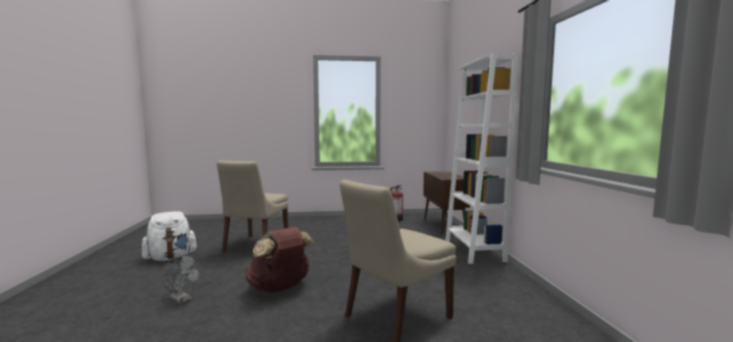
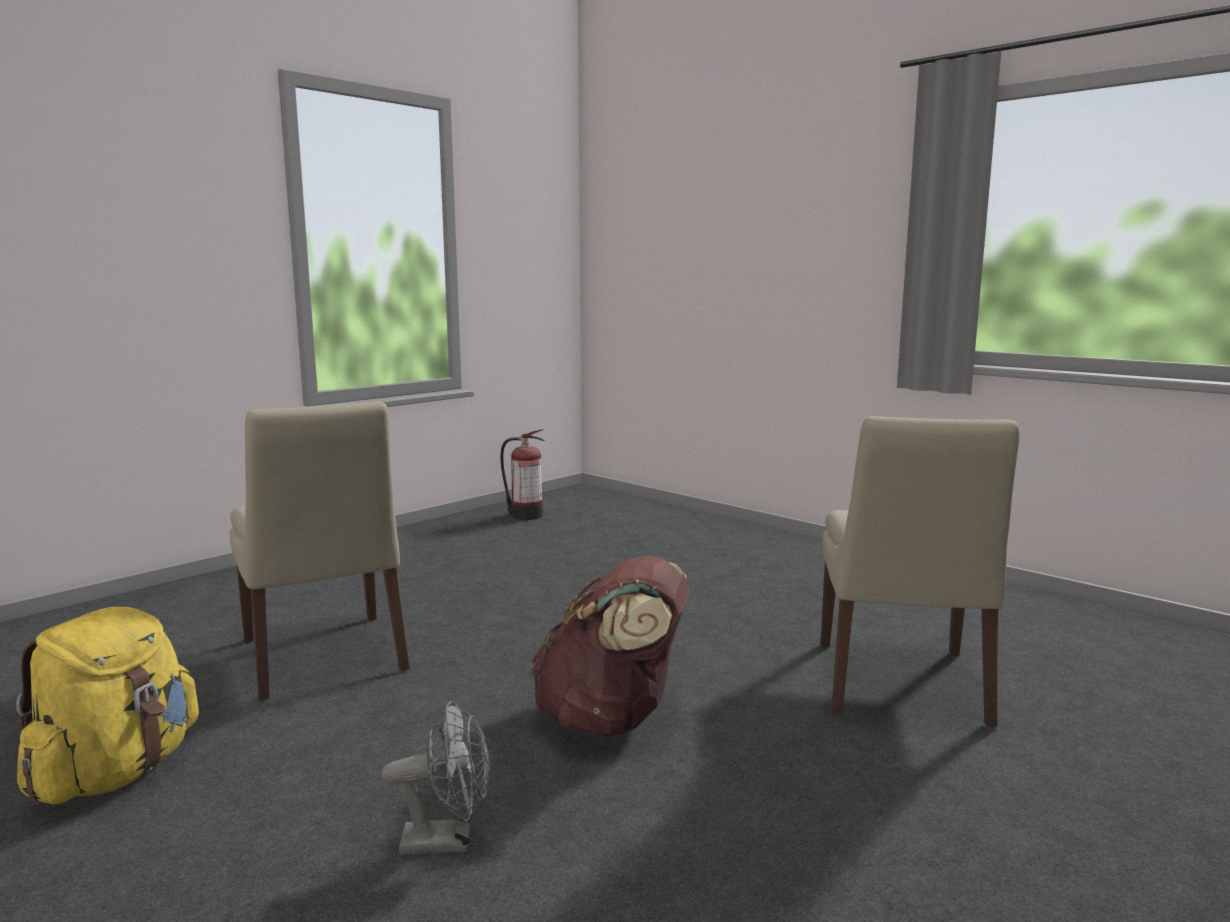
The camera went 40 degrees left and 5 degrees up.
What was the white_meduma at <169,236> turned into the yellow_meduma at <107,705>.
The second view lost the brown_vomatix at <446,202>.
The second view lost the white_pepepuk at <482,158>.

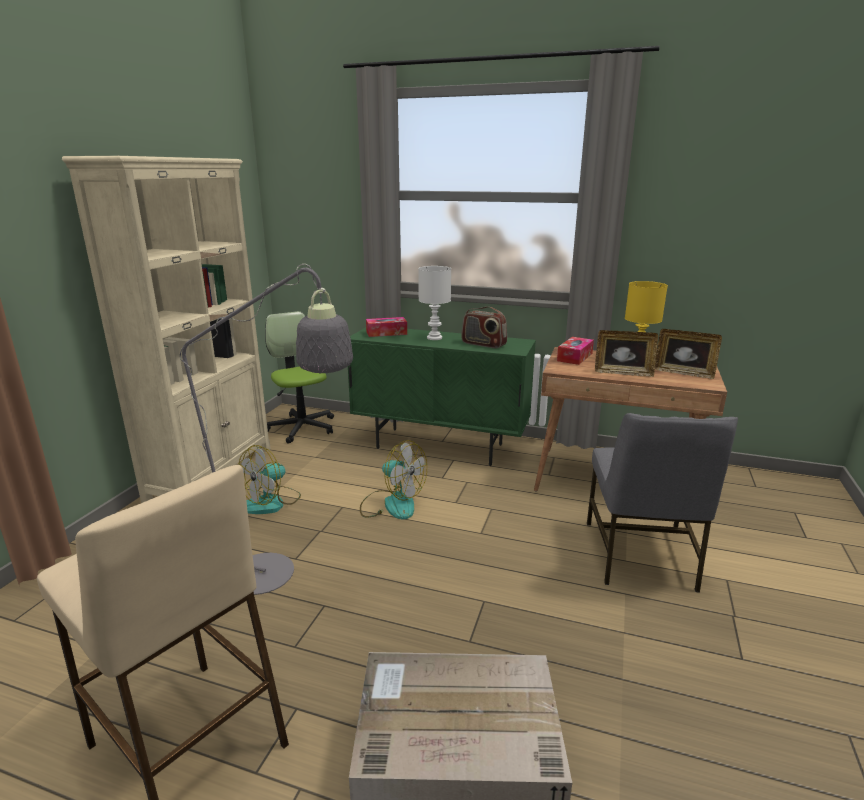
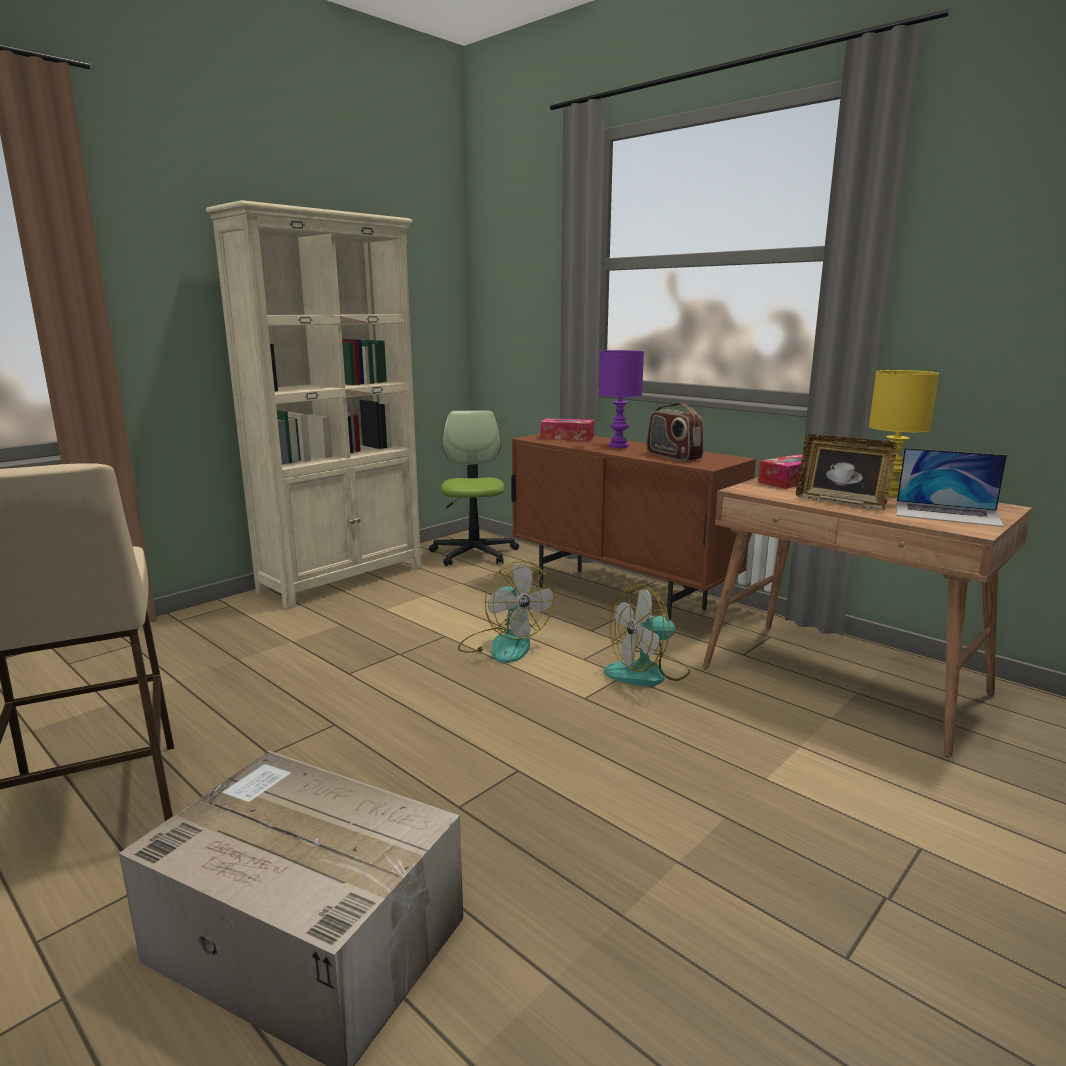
The camera went 25 degrees right and 5 degrees down.
The second view lost the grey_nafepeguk at <266,429>.
The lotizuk ended up elsewhere, having gone from <269,479> to <647,635>.
What was the green_vomatix at <442,396> turned into the brown_vomatix at <633,527>.
What was the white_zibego at <434,303> turned into the purple_zibego at <621,399>.
The second view lost the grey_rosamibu at <662,503>.
Where the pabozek stood at <688,354>, the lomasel came to stand at <951,487>.

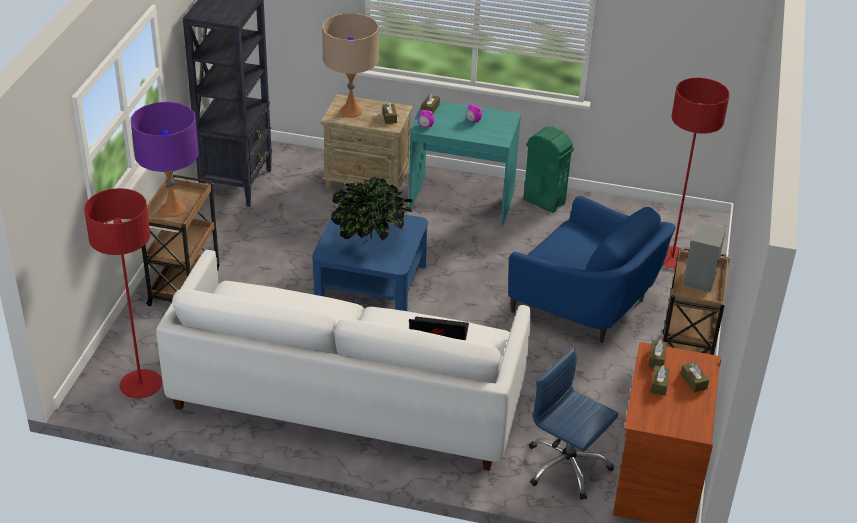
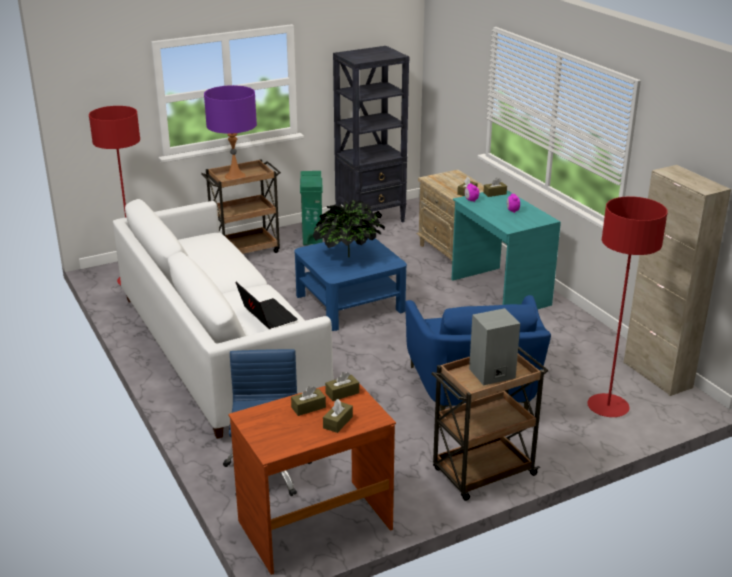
The camera went 50 degrees right and 10 degrees down.
The second view lost the beige_zibego at <350,65>.
The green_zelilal ended up elsewhere, having gone from <549,169> to <311,208>.
The second view gained the beige_vomatix at <677,280>.

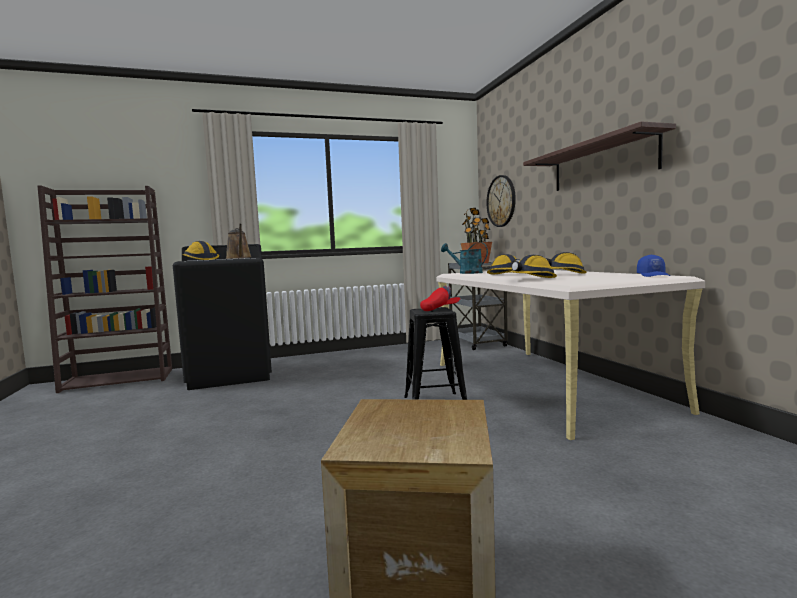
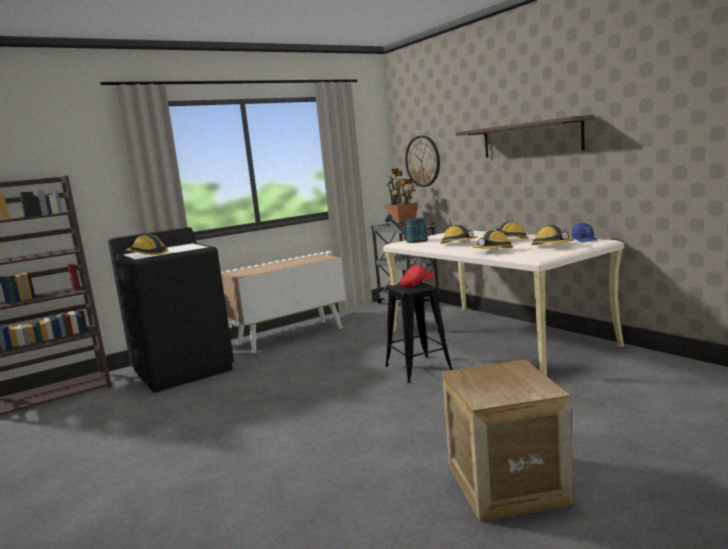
The camera went 15 degrees left and 5 degrees up.
The second view lost the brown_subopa at <238,241>.
The second view gained the vomatix at <283,303>.
The second view gained the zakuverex at <552,235>.

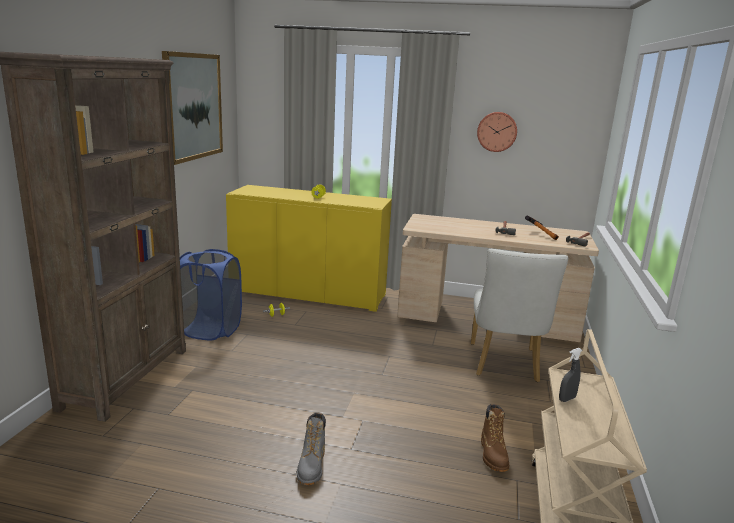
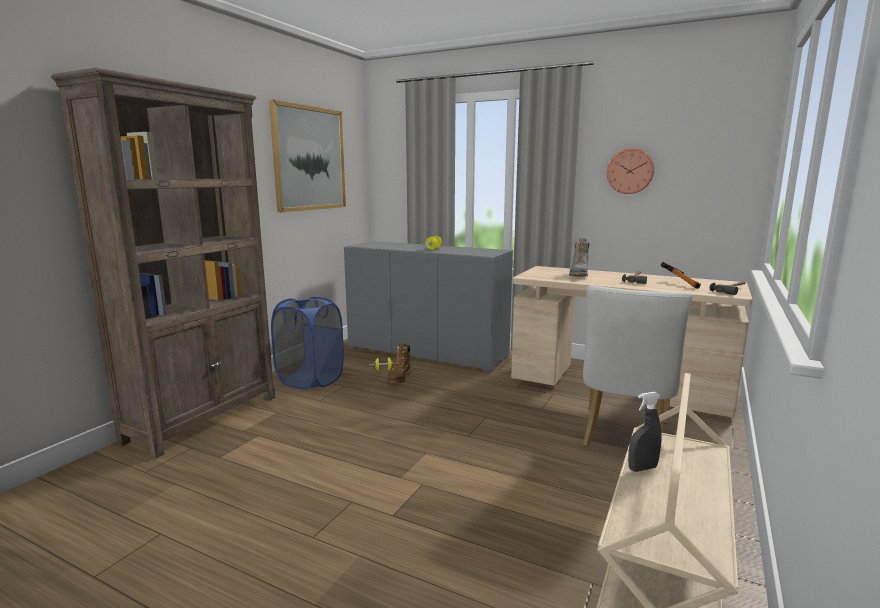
The camera went 15 degrees right and 5 degrees down.
What was the yellow_vomatix at <309,248> turned into the grey_vomatix at <428,306>.
The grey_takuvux ended up elsewhere, having gone from <311,449> to <579,257>.
The brown_takuvux ended up elsewhere, having gone from <495,438> to <399,363>.

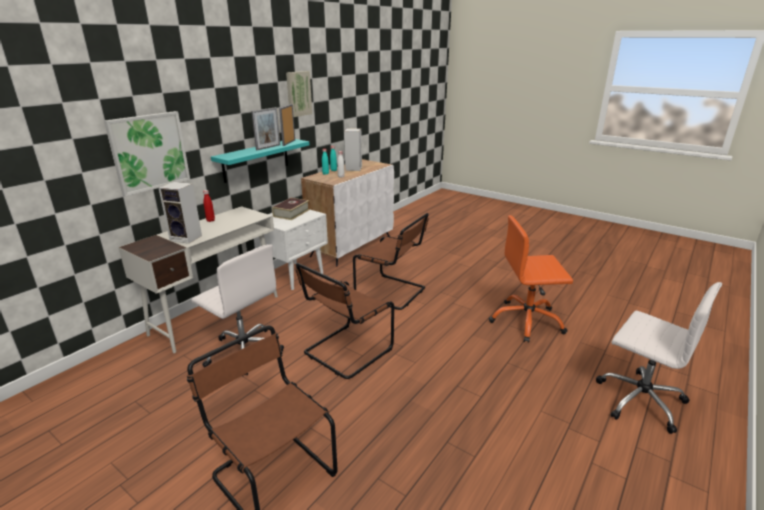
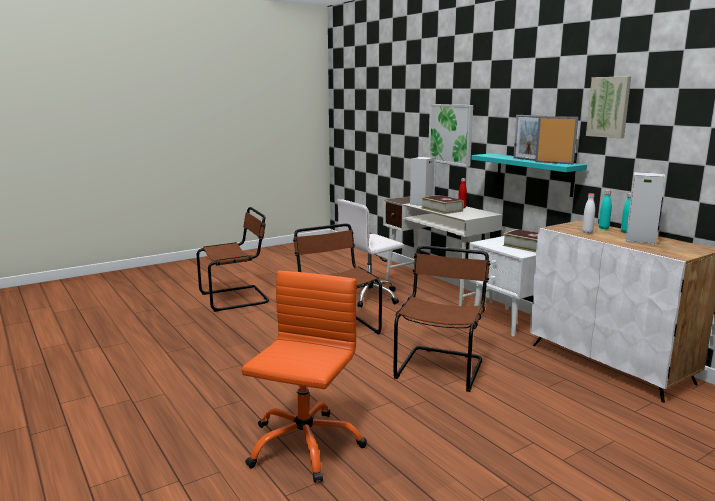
The camera went 110 degrees right and 10 degrees down.
The brown_rosamibu at <391,261> ended up facing another way, 150 degrees clockwise from before.
The second view lost the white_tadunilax at <659,358>.
The second view gained the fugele at <442,204>.

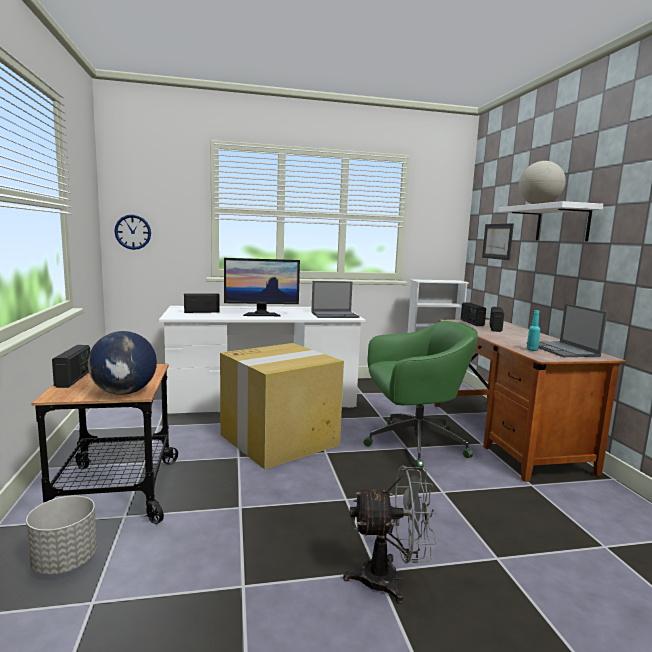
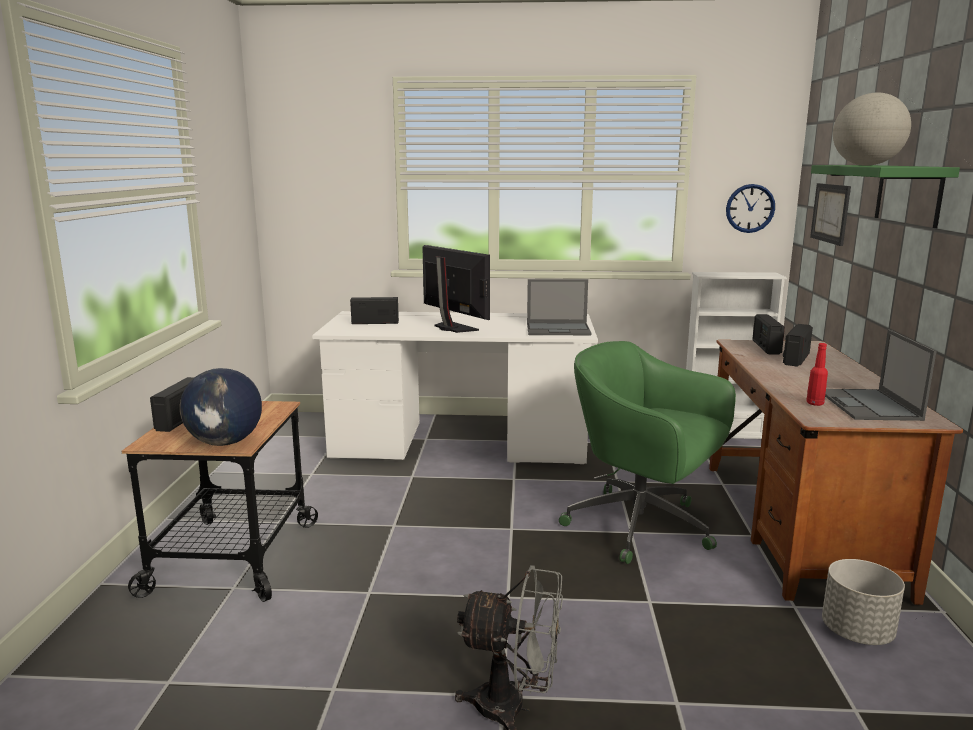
The camera went 15 degrees right and 5 degrees up.
The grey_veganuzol ended up elsewhere, having gone from <61,535> to <863,602>.
The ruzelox ended up elsewhere, having gone from <132,232> to <750,208>.
The second view lost the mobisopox at <282,406>.
The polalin at <262,287> ended up facing another way, 135 degrees counterclockwise from before.
The green_tadunilax at <421,395> ended up facing another way, 150 degrees counterclockwise from before.
What was the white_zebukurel at <550,221> turned into the green_zebukurel at <885,196>.
What was the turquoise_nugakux at <533,330> turned into the red_nugakux at <817,374>.

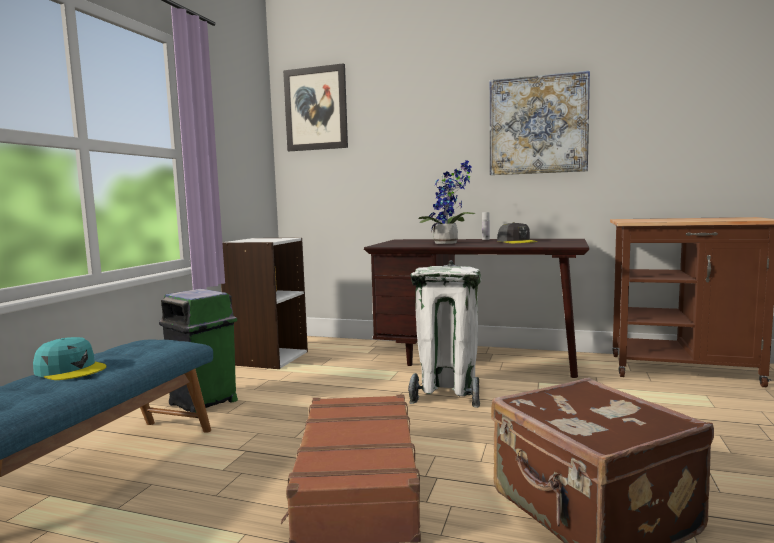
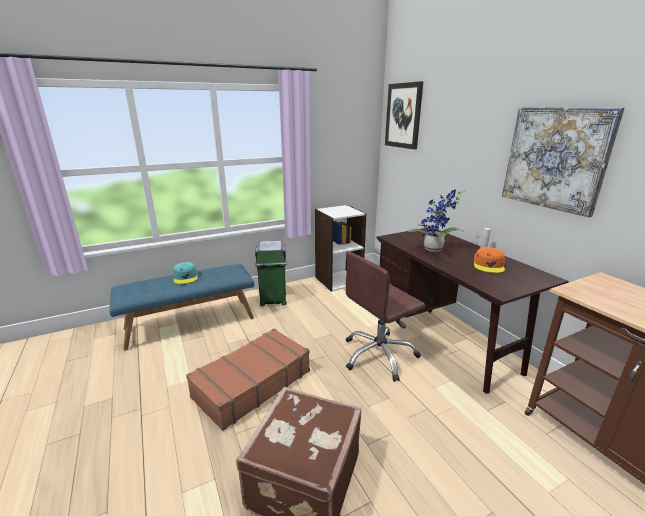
The camera went 45 degrees right and 15 degrees up.
Where the white_zelilal stood at <444,334>, the brown_tadunilax came to stand at <385,316>.
What was the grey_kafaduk at <517,232> turned into the orange_kafaduk at <489,260>.

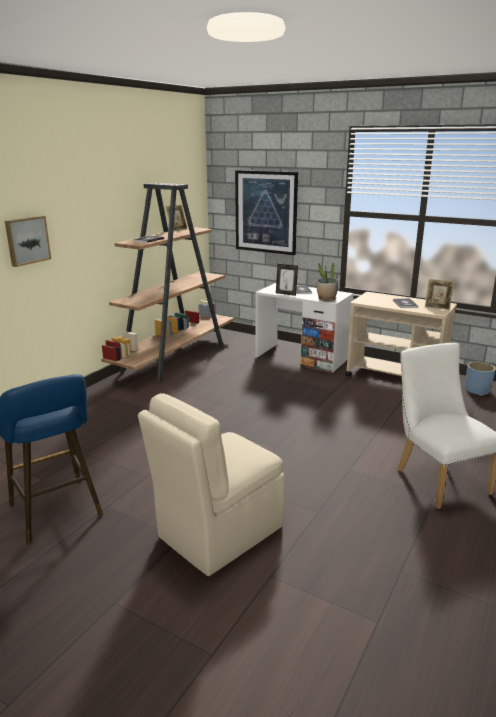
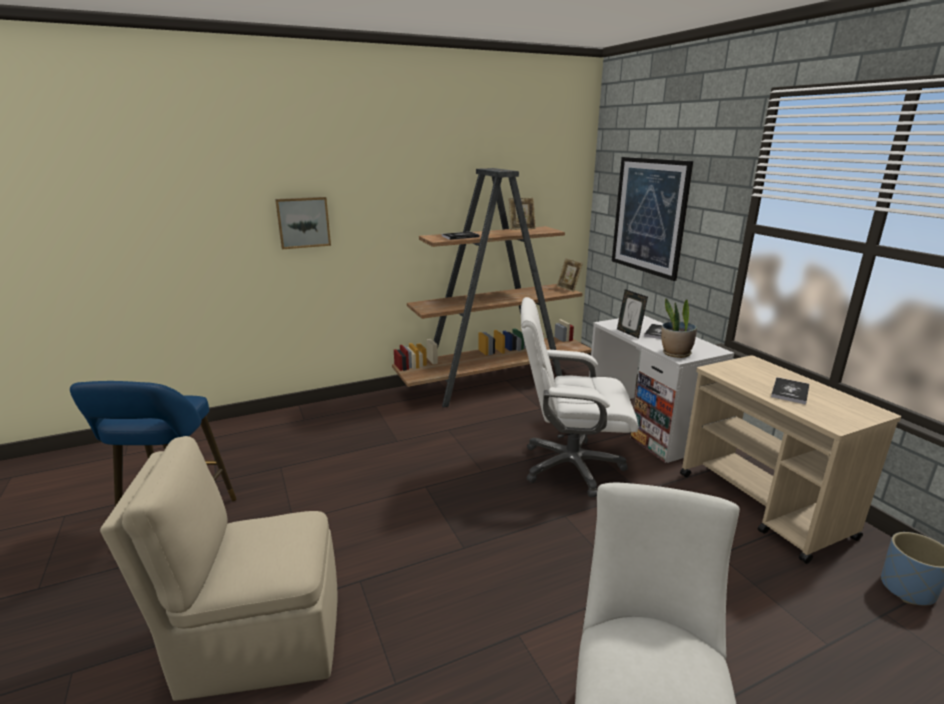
The camera went 35 degrees right and 0 degrees up.
The pabozek ended up elsewhere, having gone from <439,294> to <570,275>.
The second view gained the white_tadunilax at <579,397>.

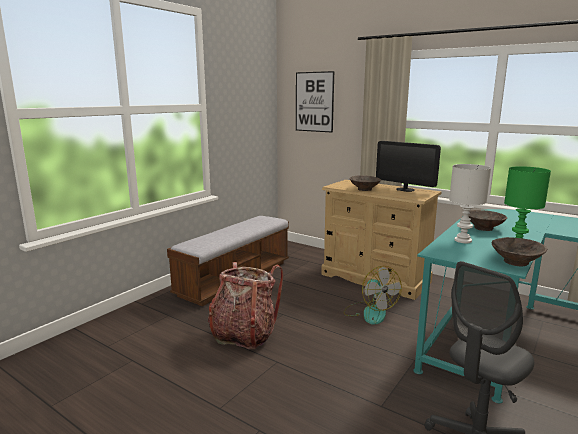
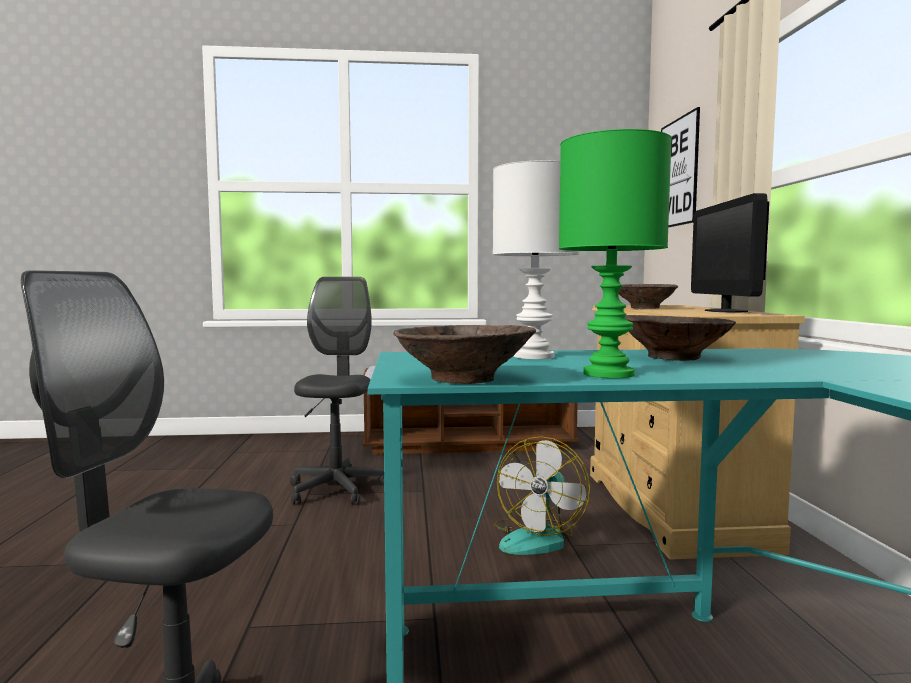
The camera went 50 degrees right and 10 degrees down.
Where the meduma stood at <245,305>, the grey_tadunilax came to stand at <337,391>.

